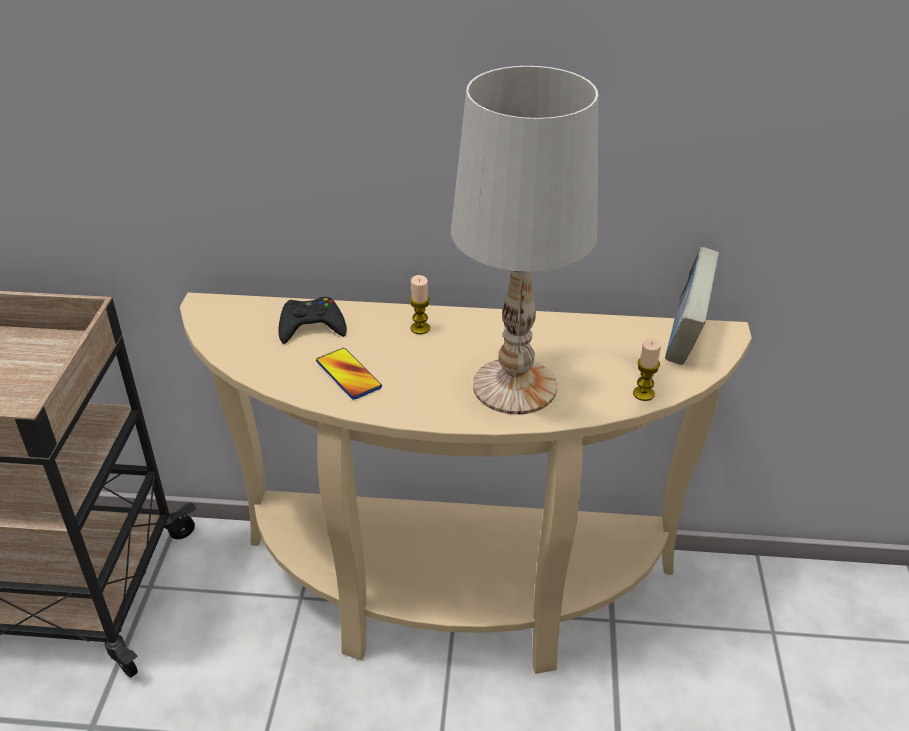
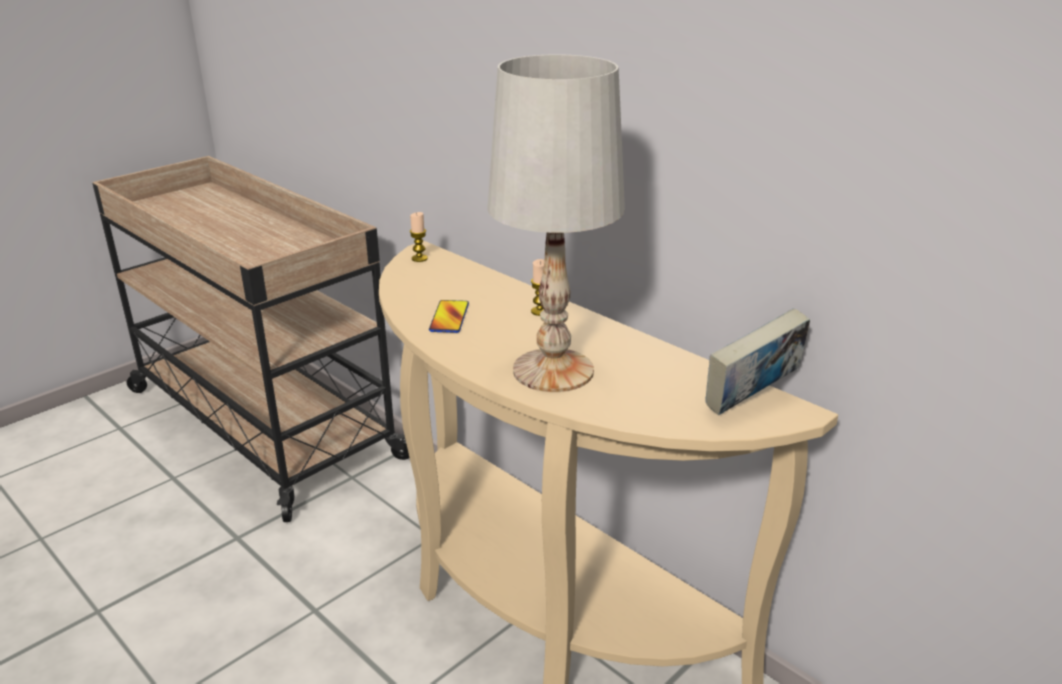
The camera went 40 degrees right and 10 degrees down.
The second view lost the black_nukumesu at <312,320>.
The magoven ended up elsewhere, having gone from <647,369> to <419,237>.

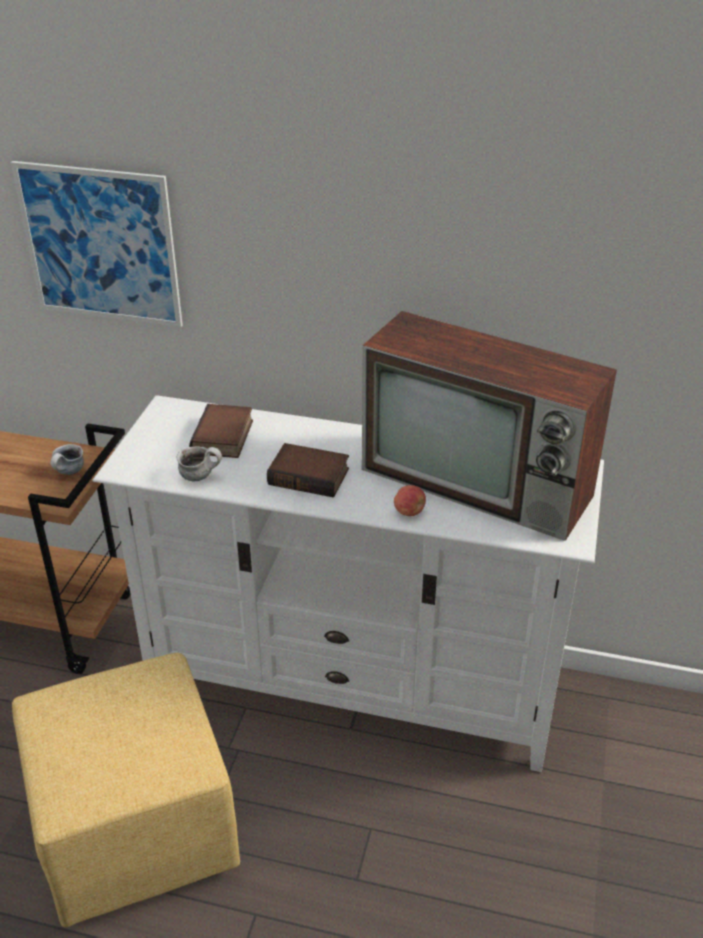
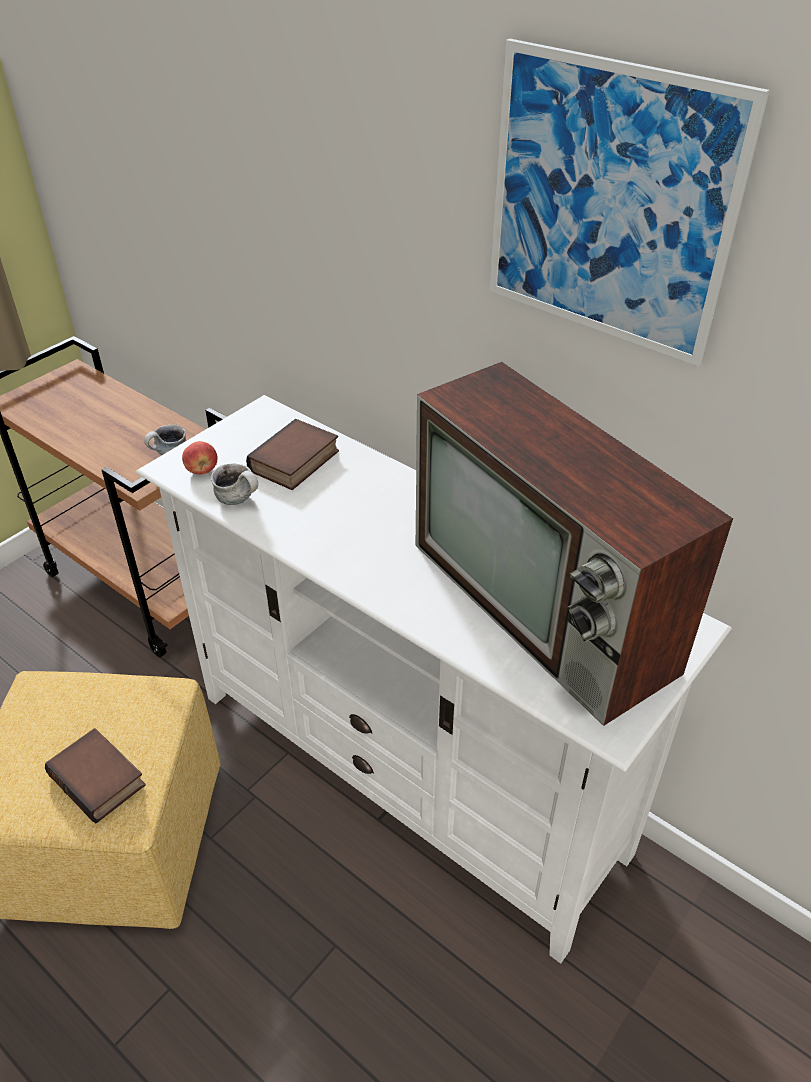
The camera went 25 degrees right and 5 degrees up.
The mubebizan ended up elsewhere, having gone from <97,244> to <629,202>.
The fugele ended up elsewhere, having gone from <308,470> to <95,775>.
The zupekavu ended up elsewhere, having gone from <410,500> to <199,458>.

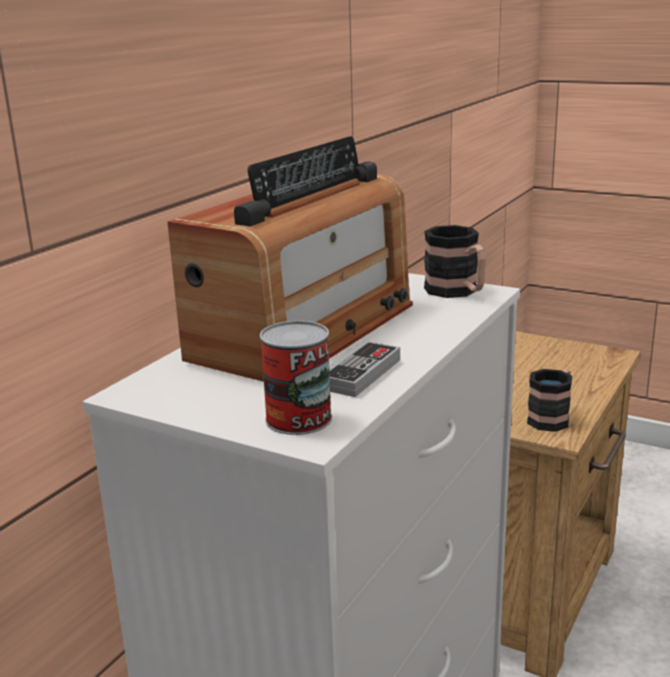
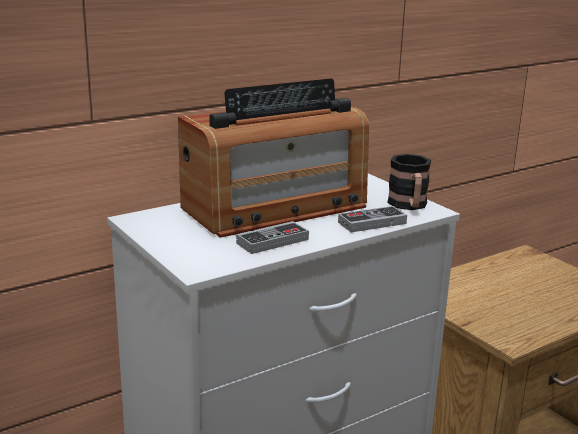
The camera went 25 degrees right and 0 degrees up.
The second view lost the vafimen at <296,378>.
The second view lost the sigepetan at <549,400>.
The second view gained the nukumesu at <372,219>.

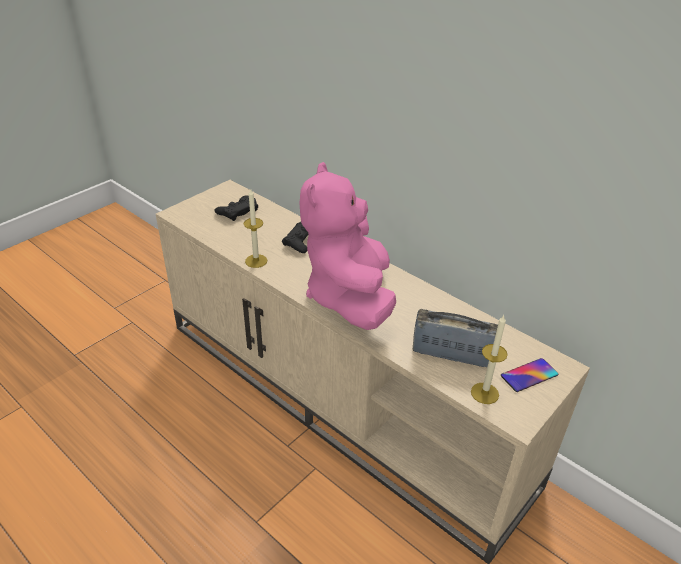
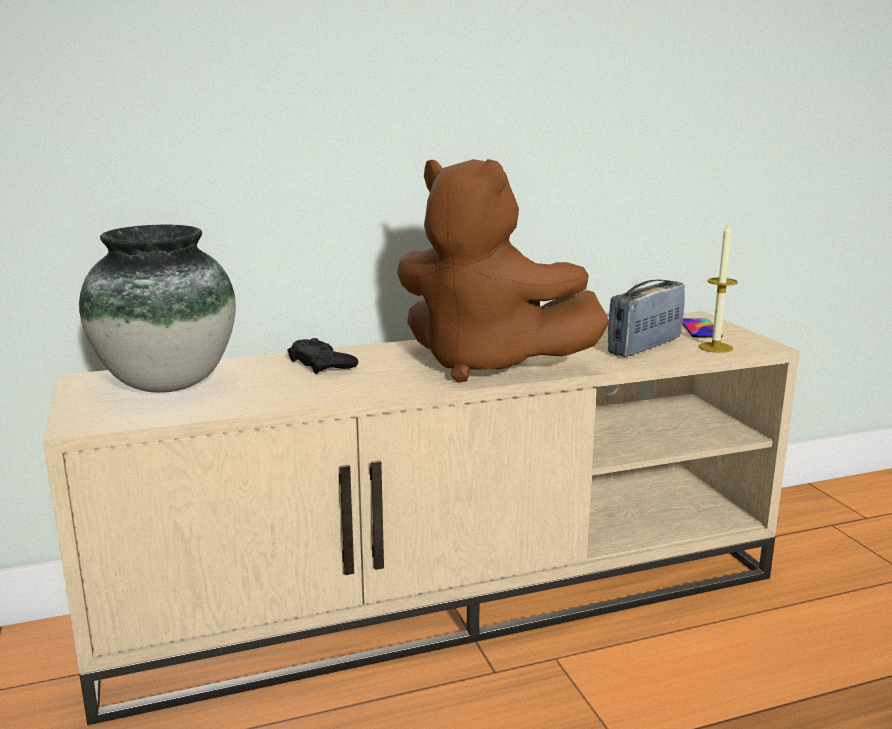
The camera went 60 degrees left and 20 degrees down.
Where the black_nukumesu stood at <236,208>, the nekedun came to stand at <157,309>.
The second view lost the magoven at <255,228>.
What was the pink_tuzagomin at <347,246> turned into the brown_tuzagomin at <503,271>.

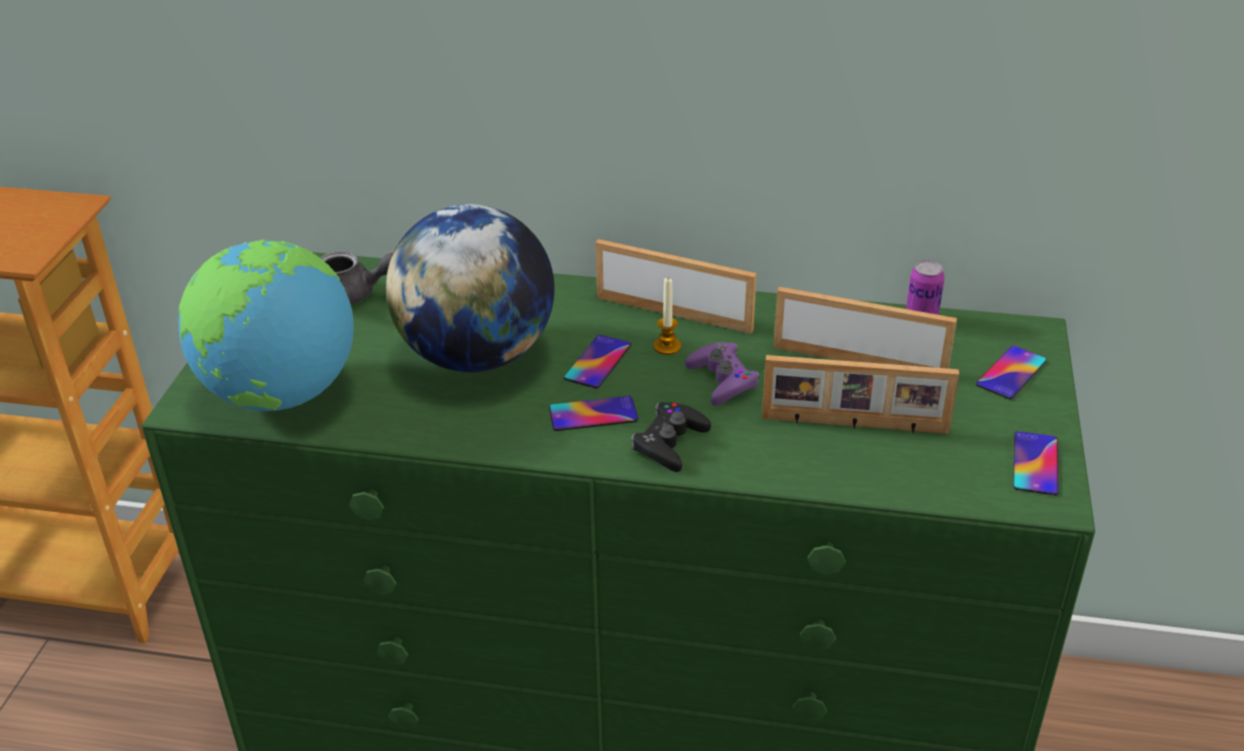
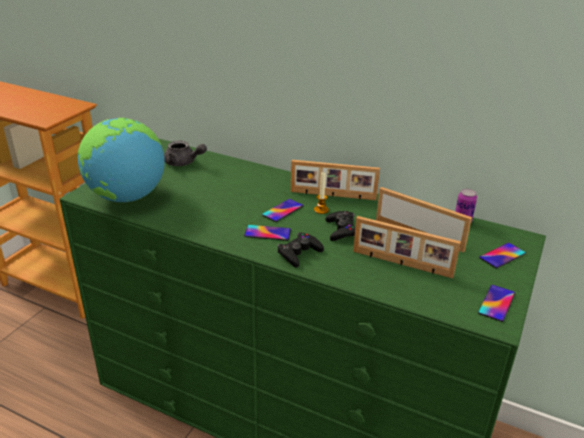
The camera went 15 degrees right and 5 degrees down.
The second view lost the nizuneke at <470,288>.
The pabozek at <676,286> ended up facing another way, 150 degrees clockwise from before.
What was the purple_nukumesu at <722,374> turned into the black_nukumesu at <340,226>.

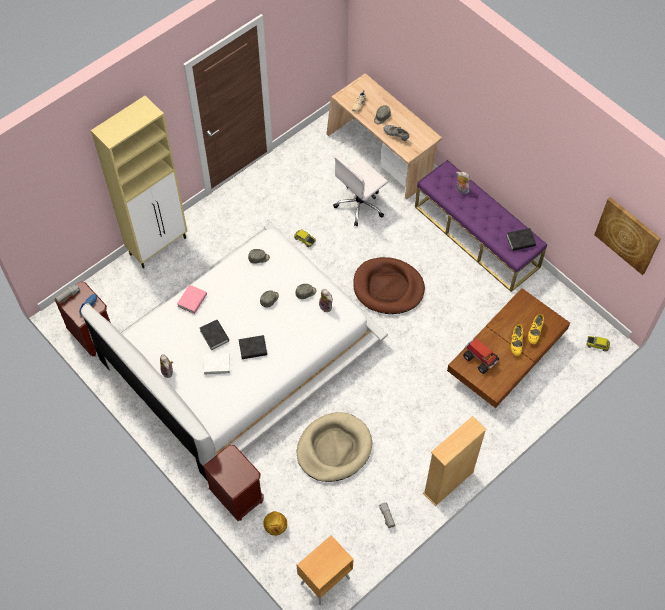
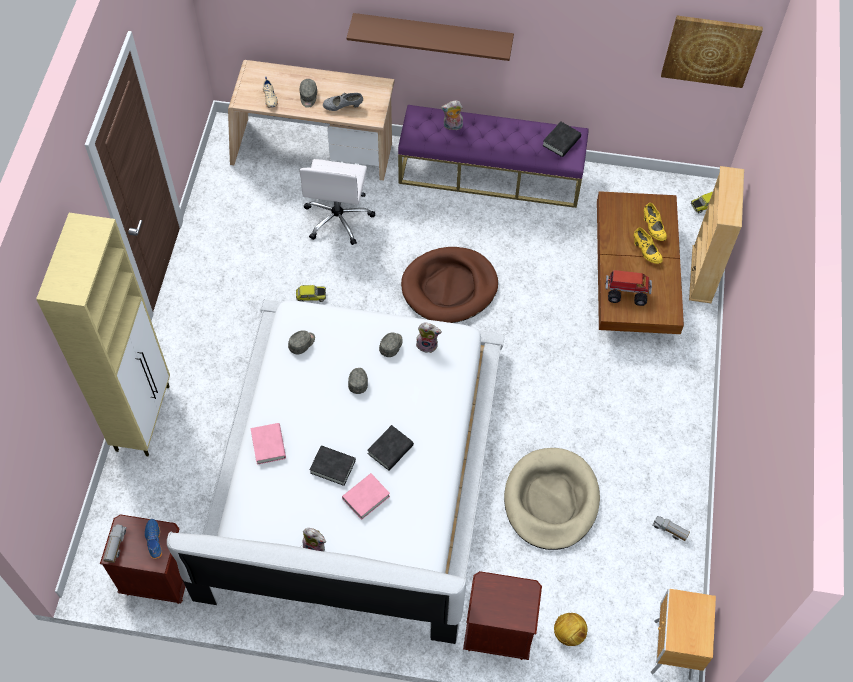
The camera went 40 degrees left and 0 degrees up.
What was the white_fugele at <216,364> turned into the pink_fugele at <366,496>.
The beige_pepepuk ended up elsewhere, having gone from <455,461> to <716,234>.
The second view gained the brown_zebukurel at <430,37>.

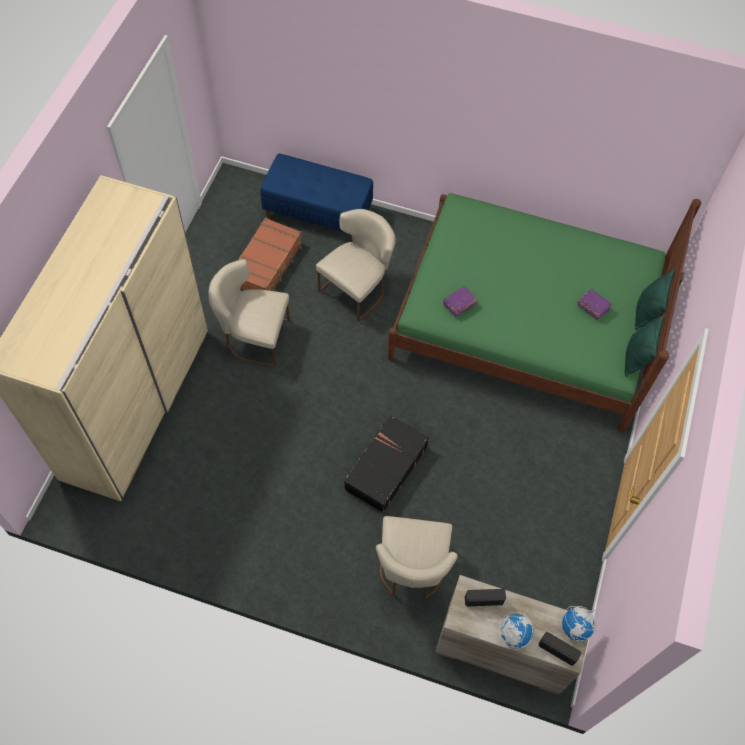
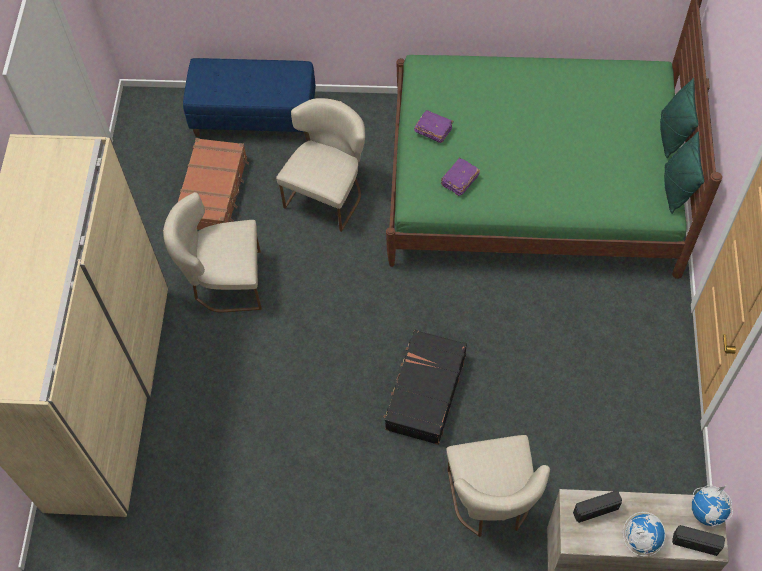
The camera went 10 degrees left and 0 degrees up.
The purple_fugele ended up elsewhere, having gone from <594,304> to <433,126>.

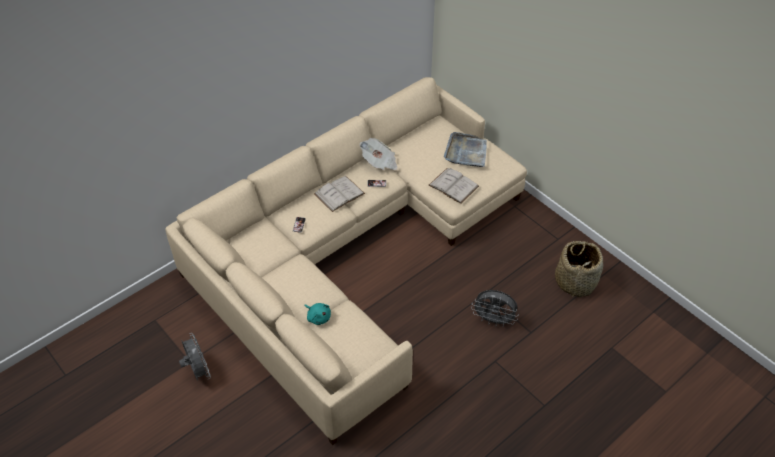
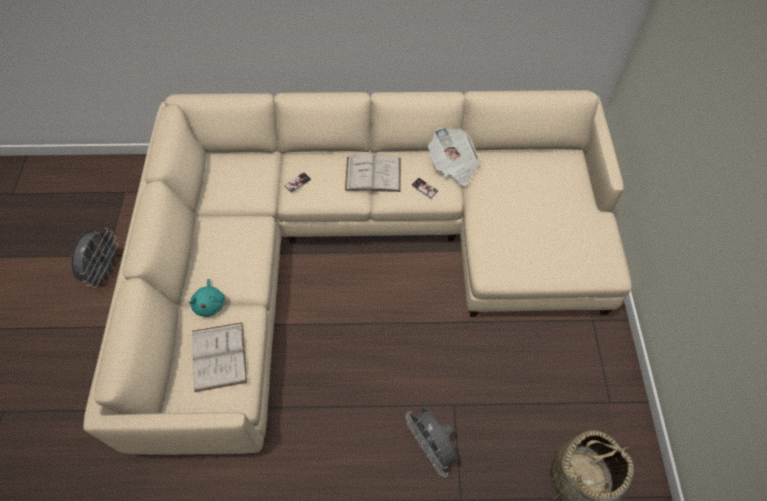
The camera went 40 degrees right and 10 degrees up.
The white_fugele ended up elsewhere, having gone from <454,186> to <219,357>.
The second view lost the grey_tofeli at <465,149>.

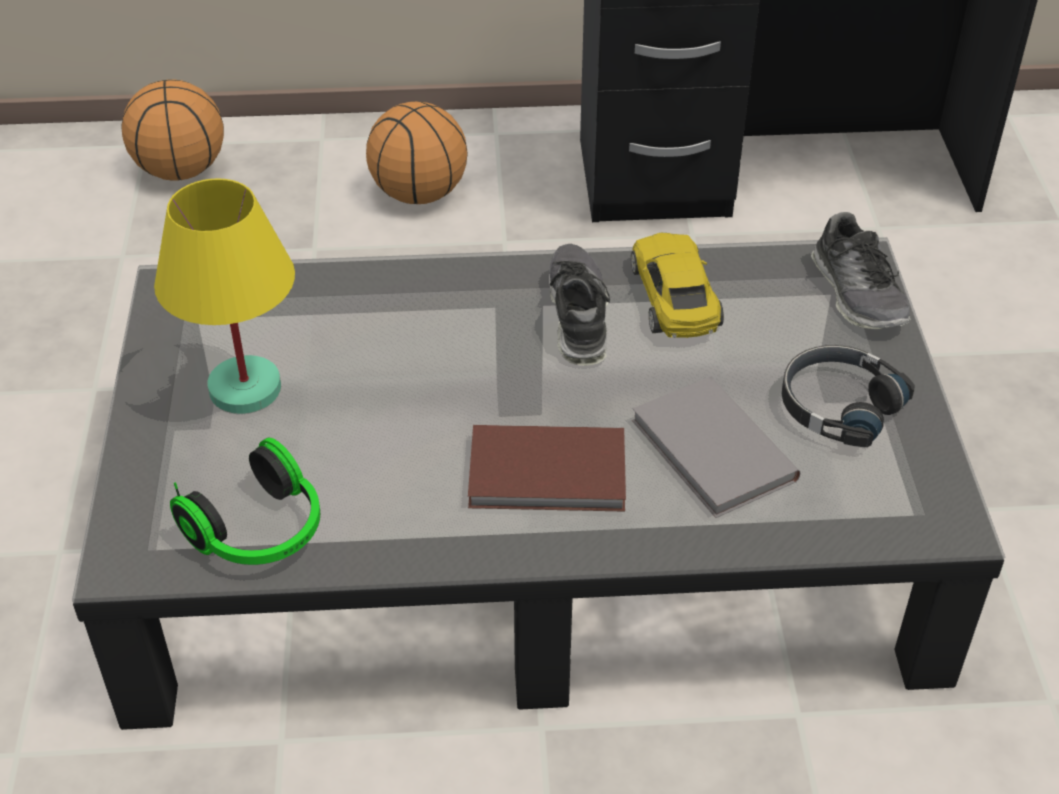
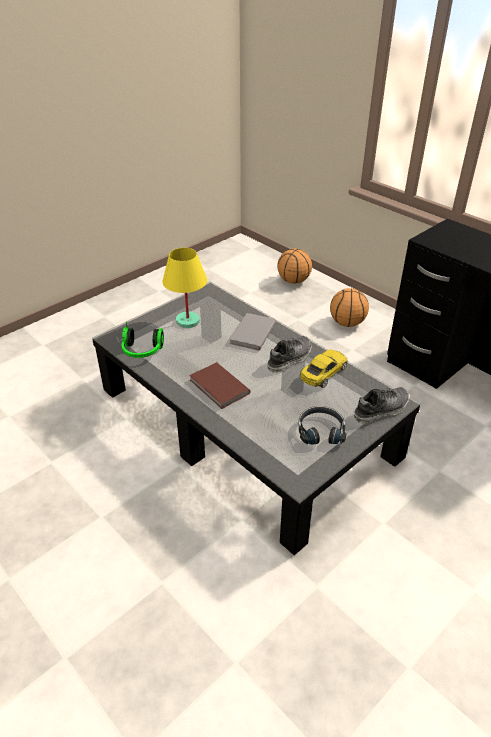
The camera went 50 degrees right and 5 degrees down.
The grey_fugele ended up elsewhere, having gone from <716,447> to <252,332>.
The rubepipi at <861,270> ended up facing another way, 150 degrees counterclockwise from before.

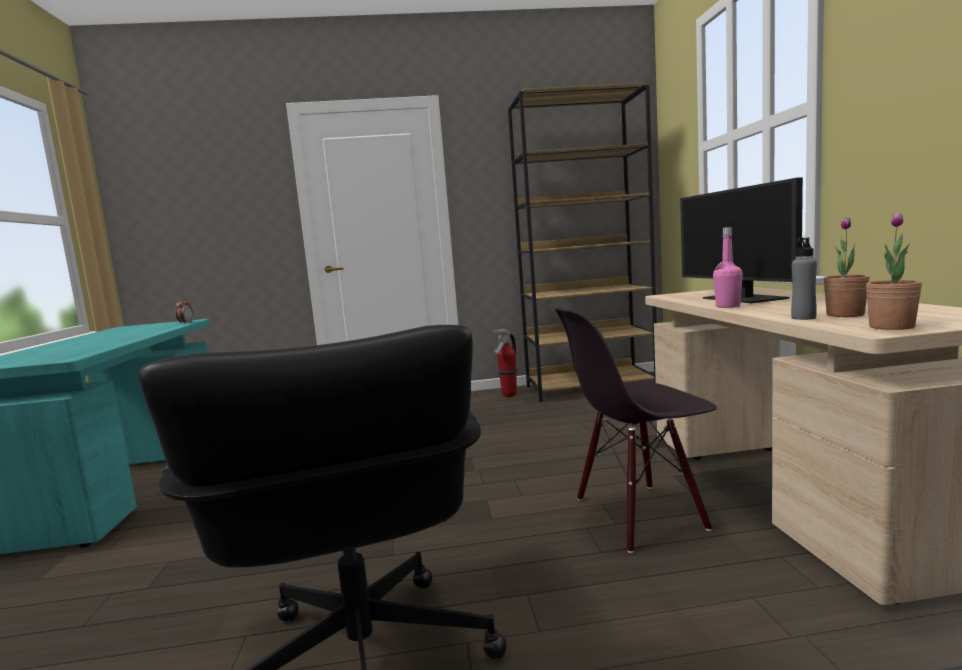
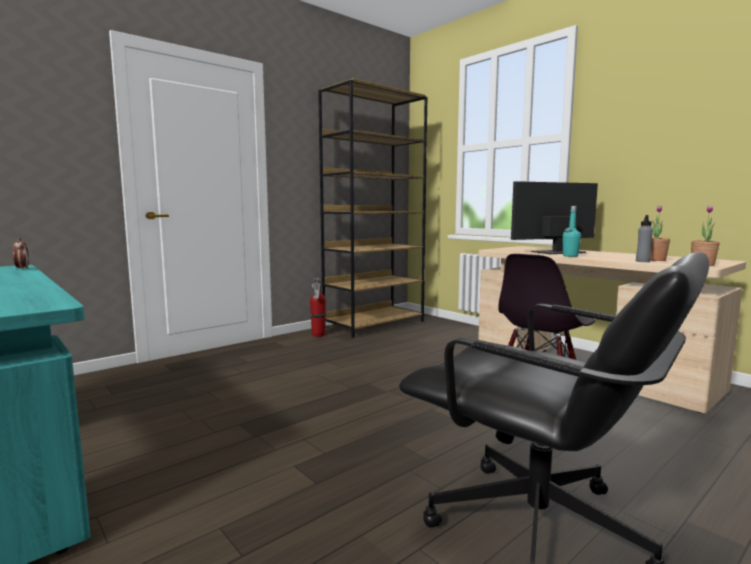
The camera went 35 degrees left and 0 degrees up.
The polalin at <741,240> ended up facing another way, 120 degrees clockwise from before.
What was the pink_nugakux at <728,267> turned into the turquoise_nugakux at <571,231>.

